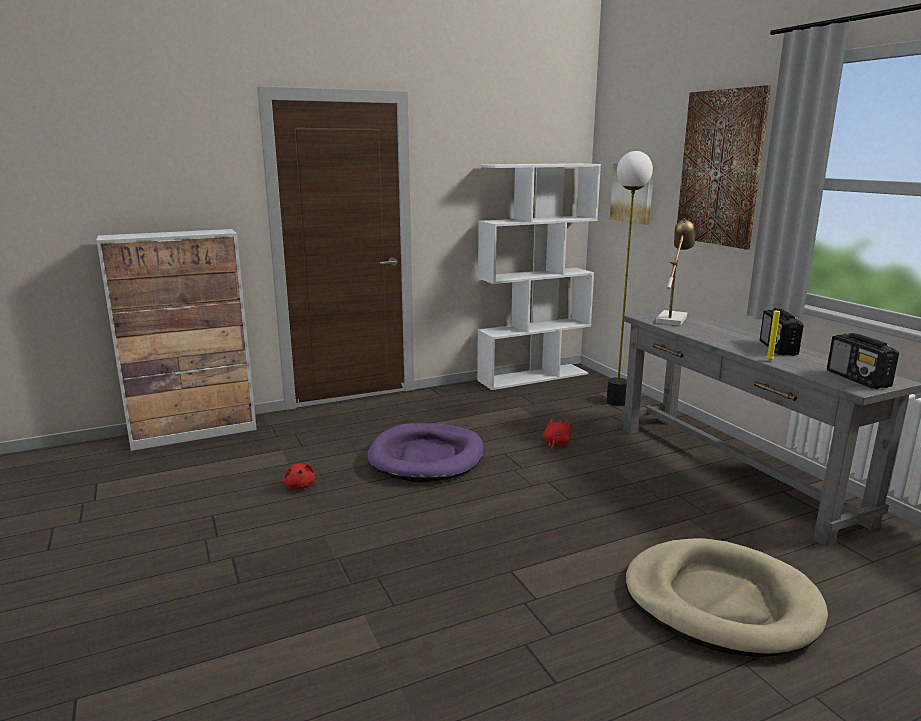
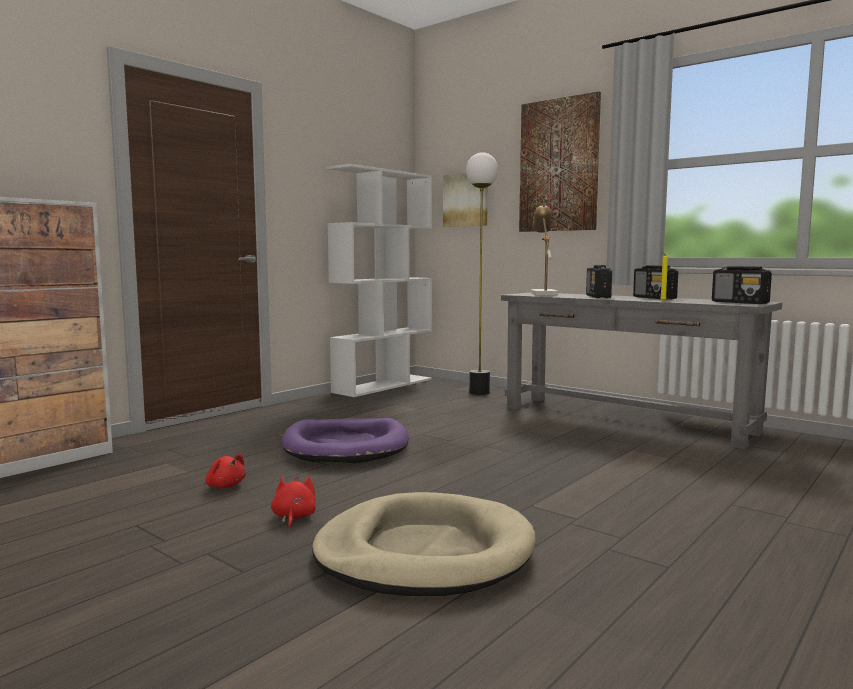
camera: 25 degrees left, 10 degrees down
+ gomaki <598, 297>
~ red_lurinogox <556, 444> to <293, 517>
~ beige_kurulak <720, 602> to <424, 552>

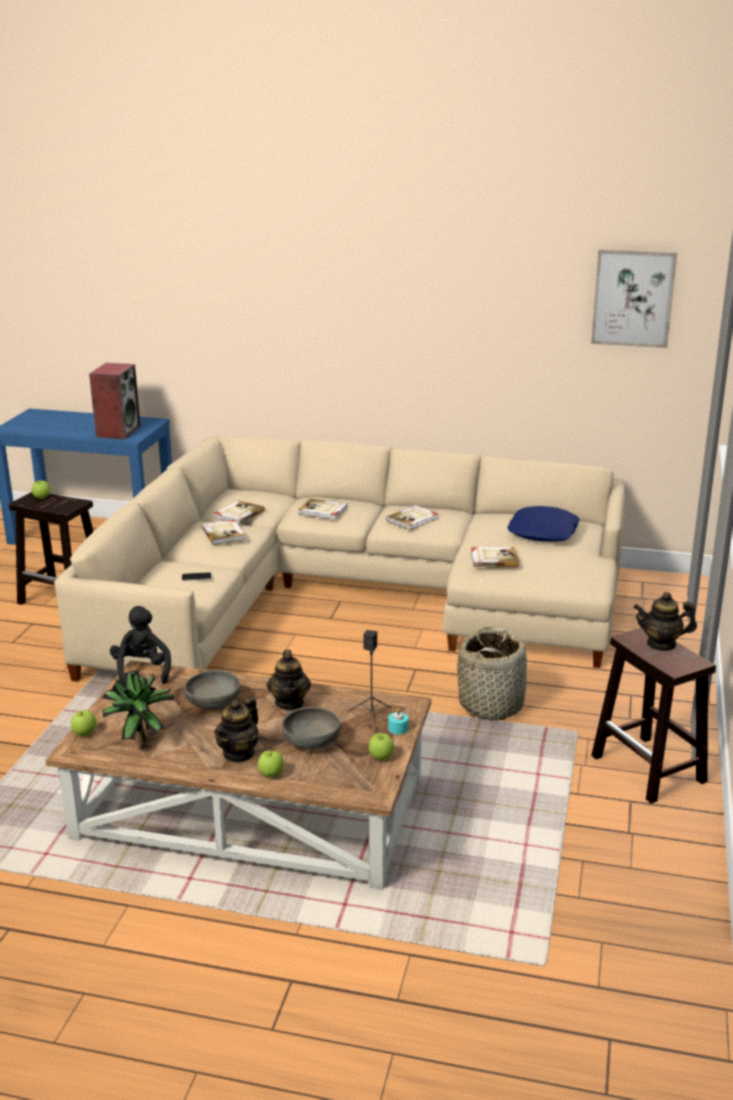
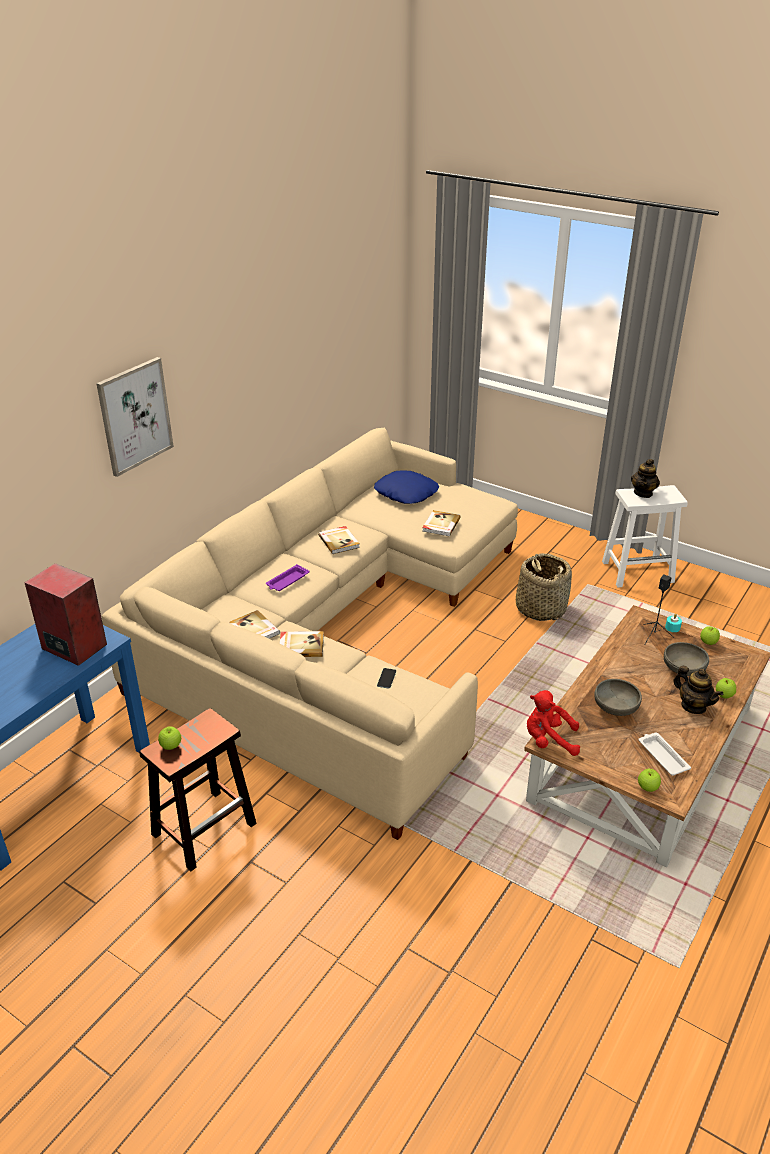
camera: 70 degrees left, 10 degrees up
- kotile <290, 703>
~ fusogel <633, 298> to <135, 416>
~ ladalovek <139, 738> to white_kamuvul <662, 756>
~ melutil <323, 511> to purple_kamuvul <287, 581>
~ black_lurinogox <142, 671> to red_lurinogox <549, 740>
~ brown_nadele <649, 769> to white_nadele <638, 571>

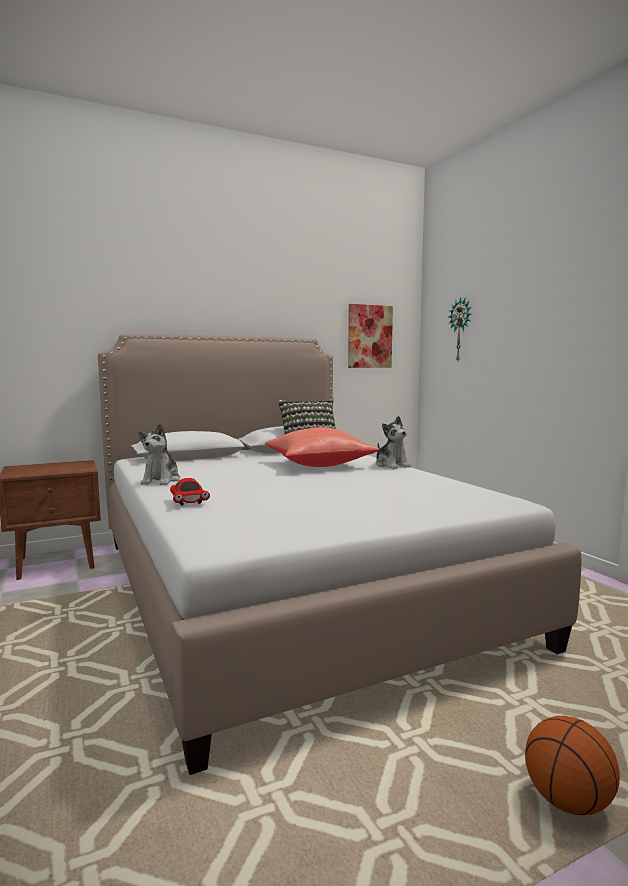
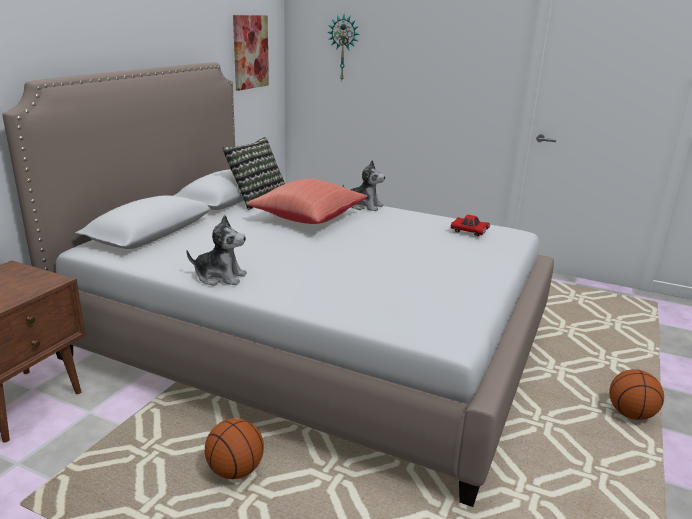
camera: 40 degrees left, 15 degrees up
+ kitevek <235, 471>
~ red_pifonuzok <188, 501> to <469, 232>
~ lurinogox <161, 480> = <220, 277> 45 degrees counterclockwise

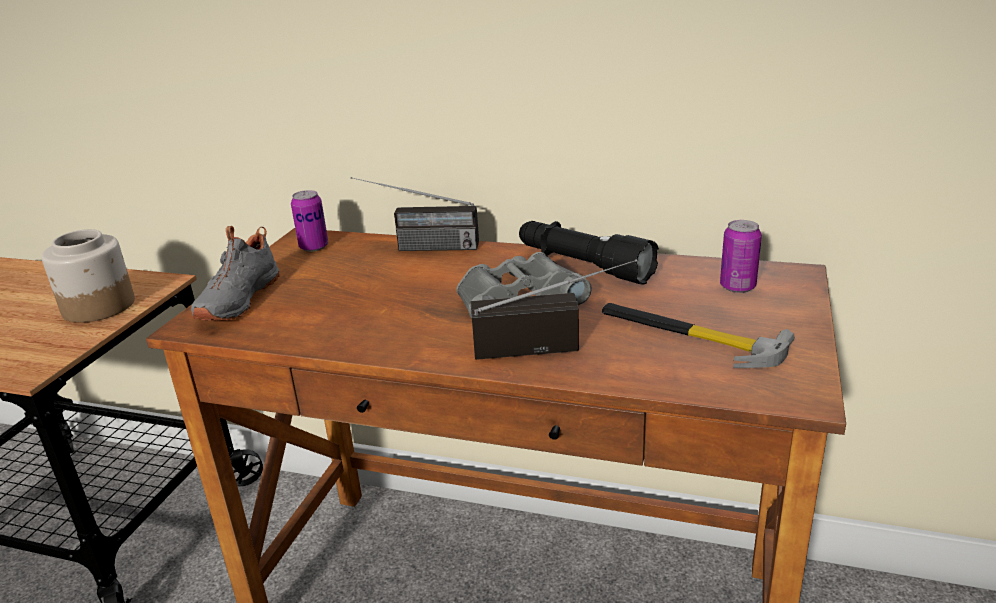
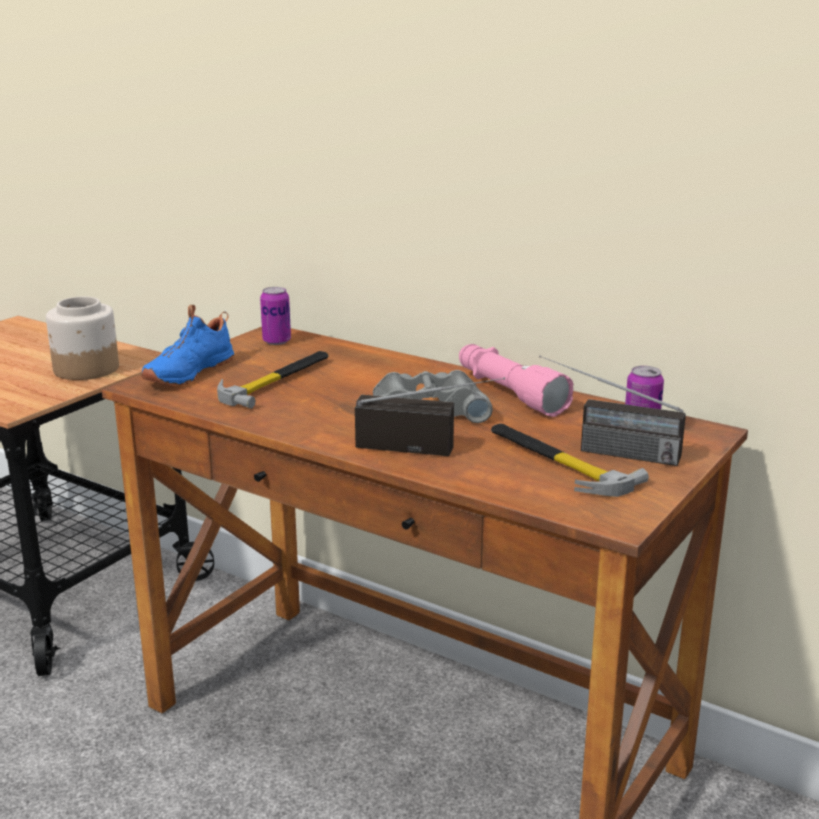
camera: 15 degrees right, 5 degrees down
+ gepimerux <276, 381>
~ gomaki <417, 247> to <603, 451>
~ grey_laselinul <237, 300> to blue_laselinul <187, 372>
~ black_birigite <582, 265> to pink_birigite <508, 393>

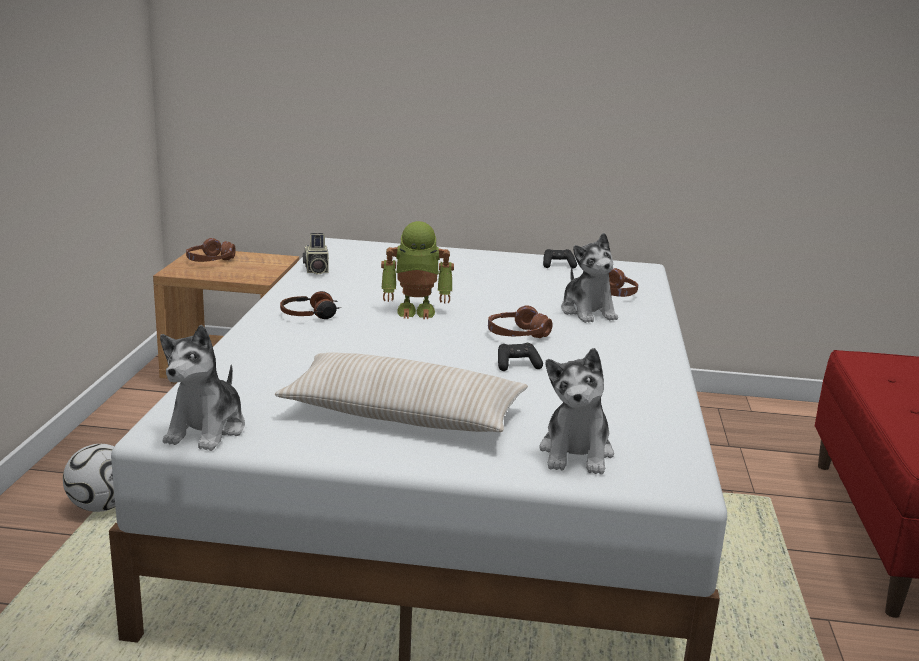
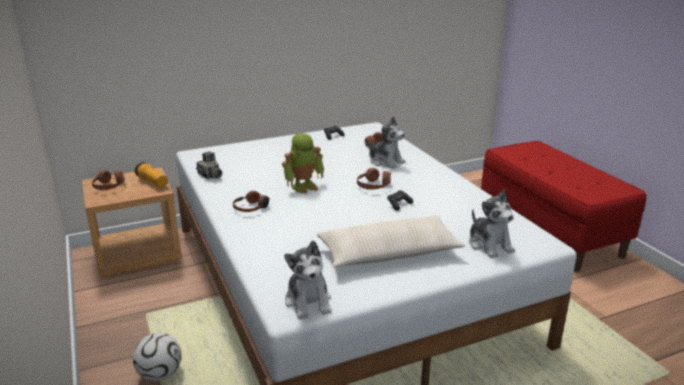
camera: 30 degrees left, 5 degrees up
+ birigite <152, 182>

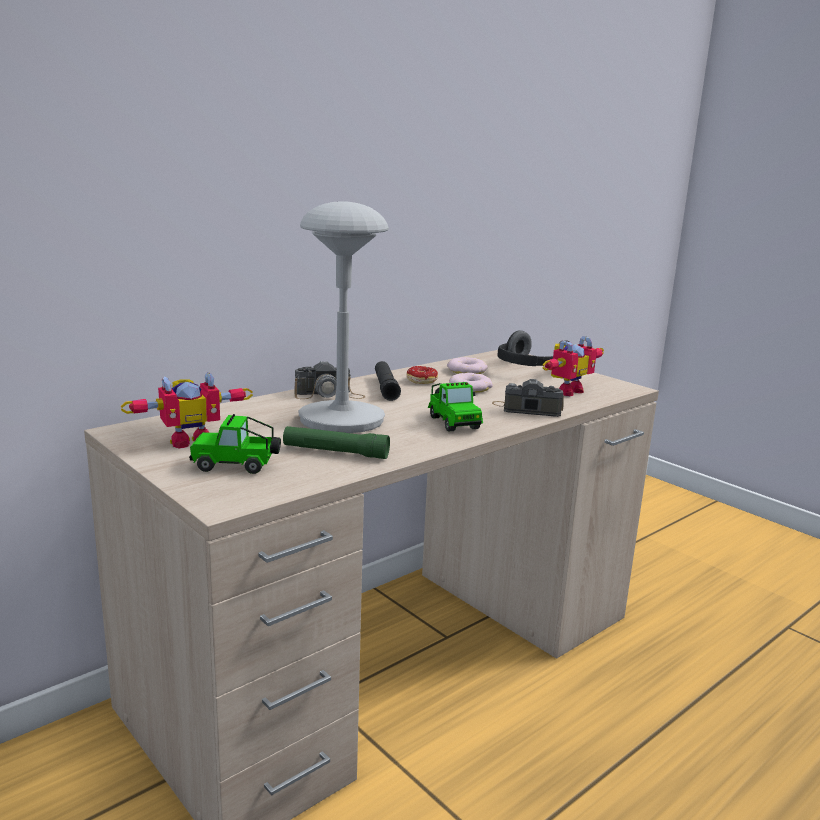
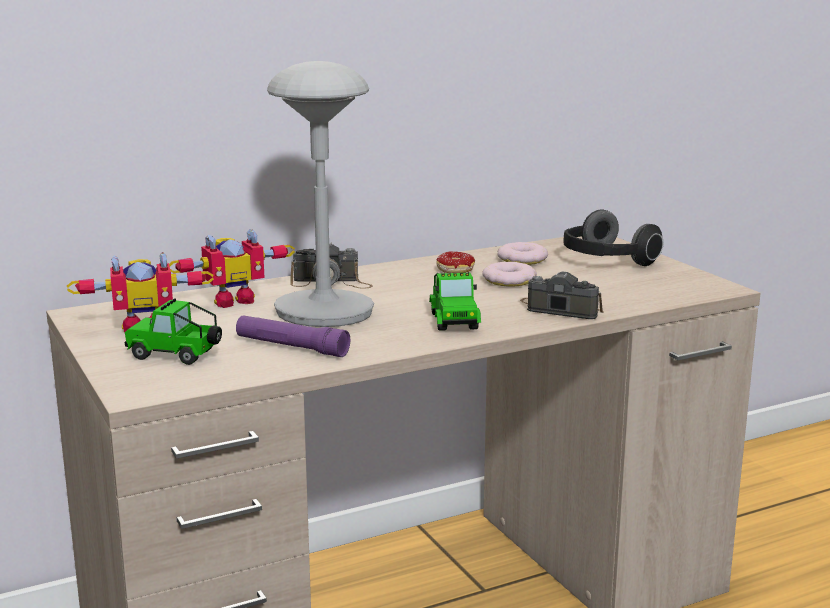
camera: 15 degrees right, 0 degrees up
- black_birigite <386, 388>
~ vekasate <565, 391> to <232, 300>
~ green_birigite <335, 452> to purple_birigite <291, 347>

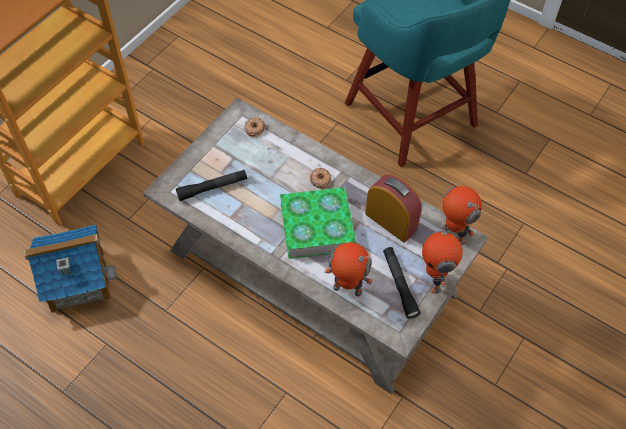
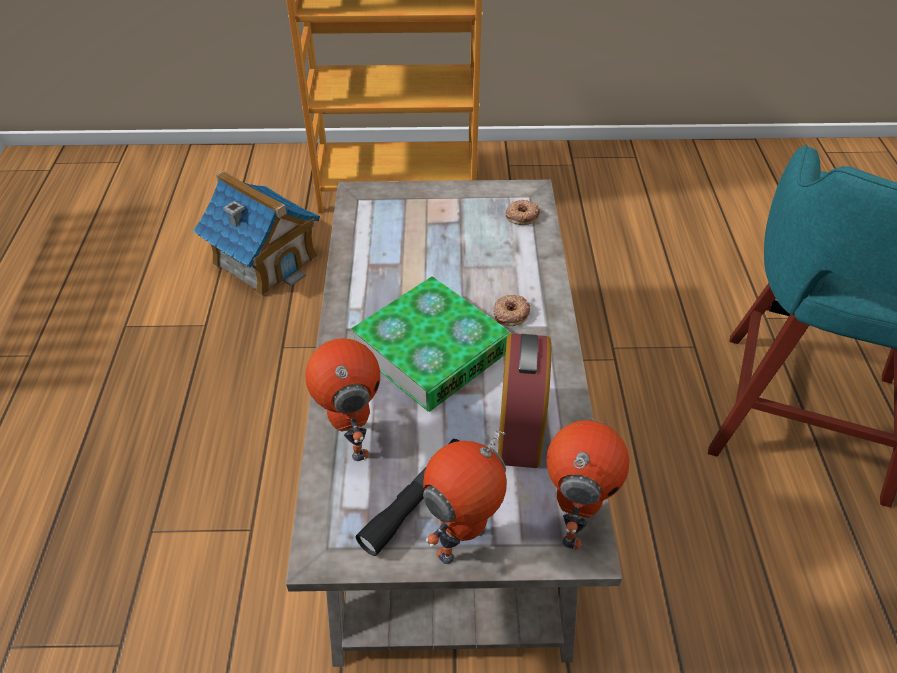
camera: 55 degrees right, 10 degrees down
- black_birigite <212, 188>

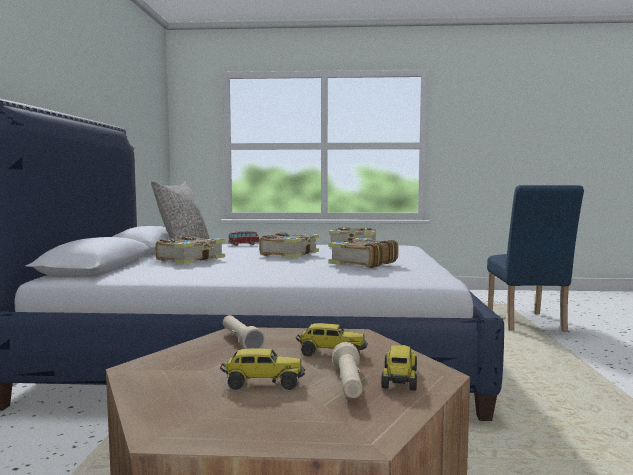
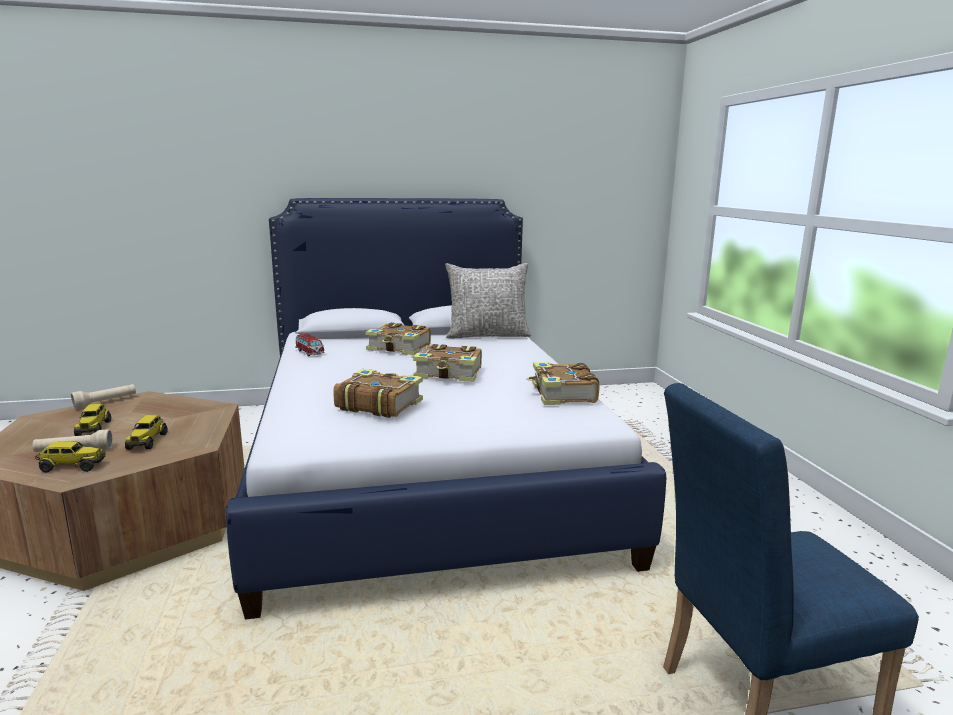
camera: 75 degrees right, 10 degrees up
~ beige_birigite <240, 341> to <105, 402>
~ pifonuzok <243, 244> to <309, 352>

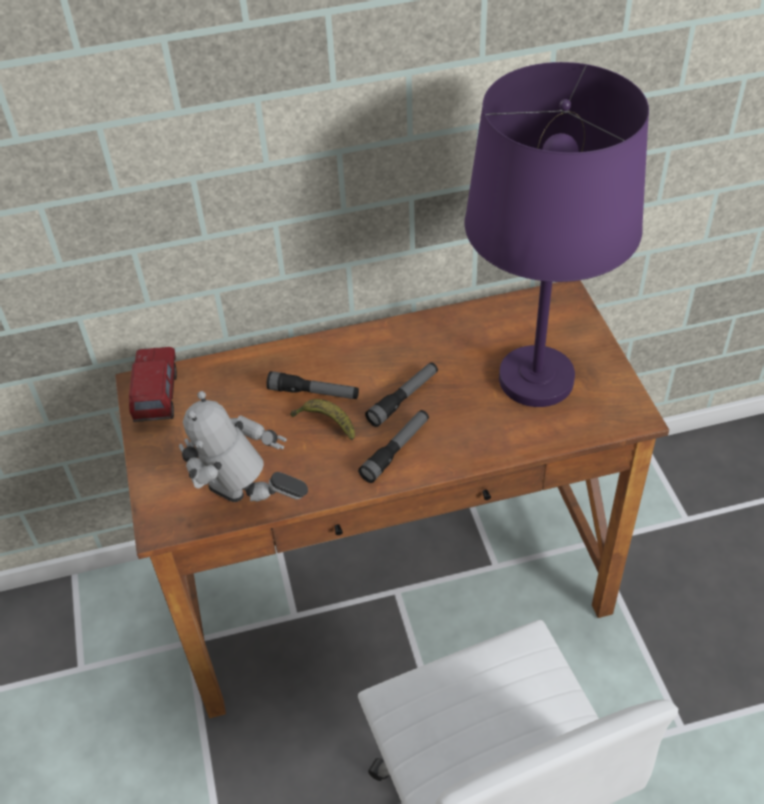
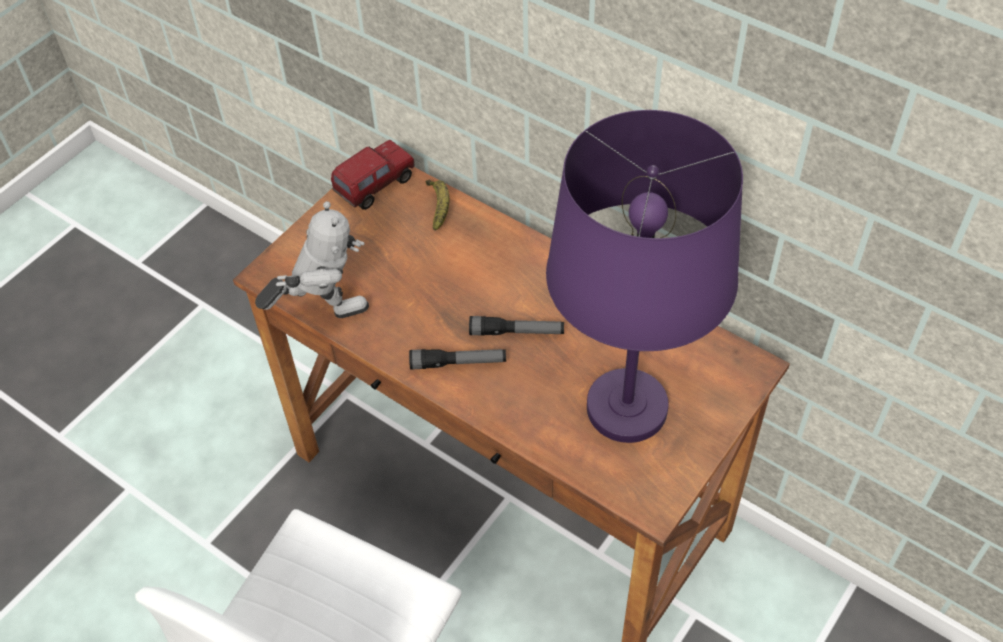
camera: 50 degrees right, 5 degrees up
- birigite <313, 393>
~ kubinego <326, 423> to <438, 207>
~ vekasate <248, 507> = <323, 311> 90 degrees clockwise

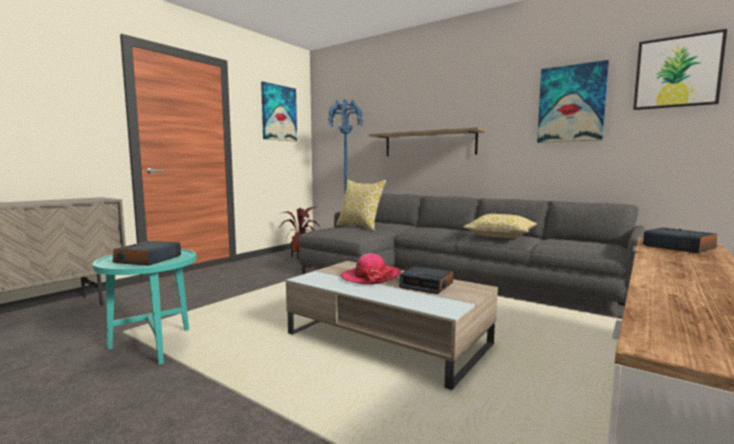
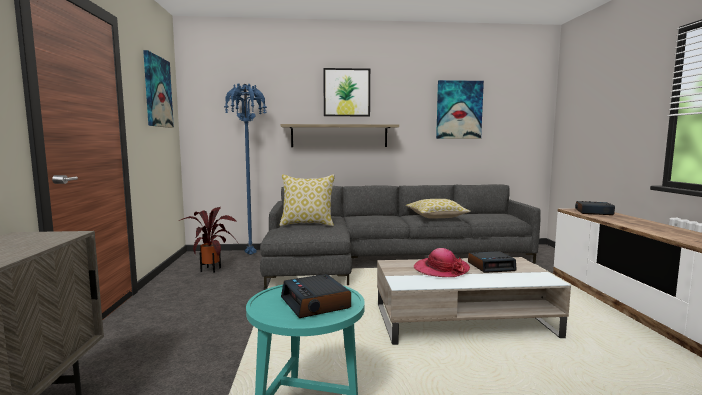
camera: 40 degrees left, 0 degrees up
~ fusogel <677, 72> to <346, 92>

